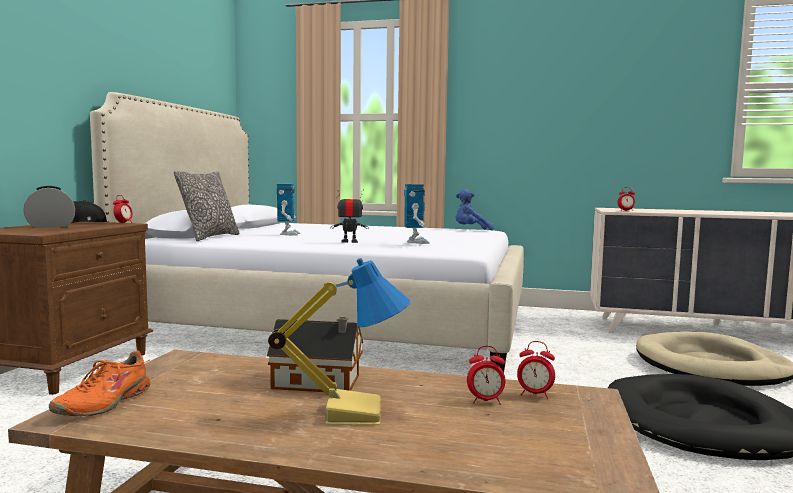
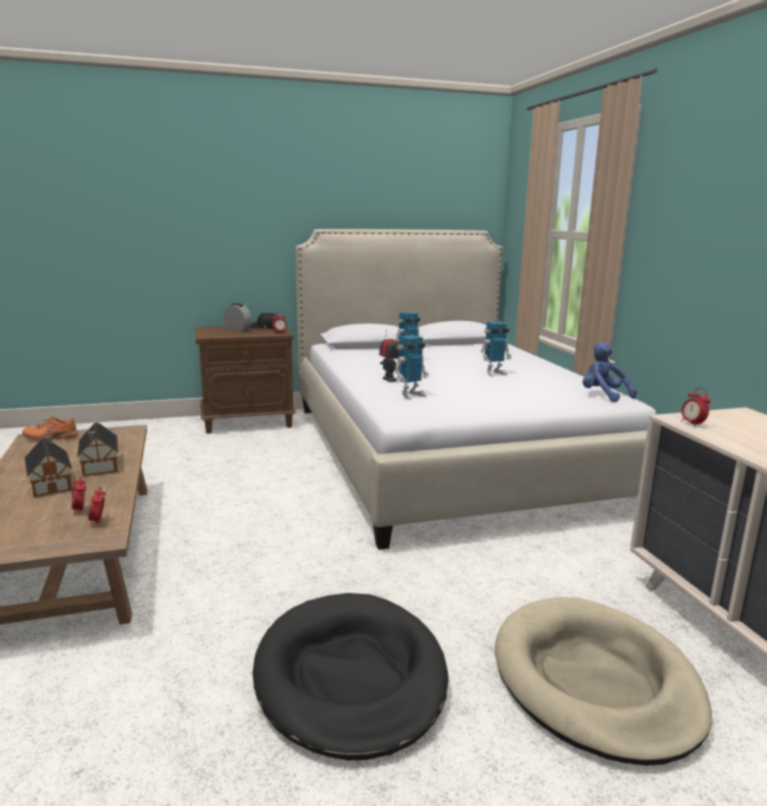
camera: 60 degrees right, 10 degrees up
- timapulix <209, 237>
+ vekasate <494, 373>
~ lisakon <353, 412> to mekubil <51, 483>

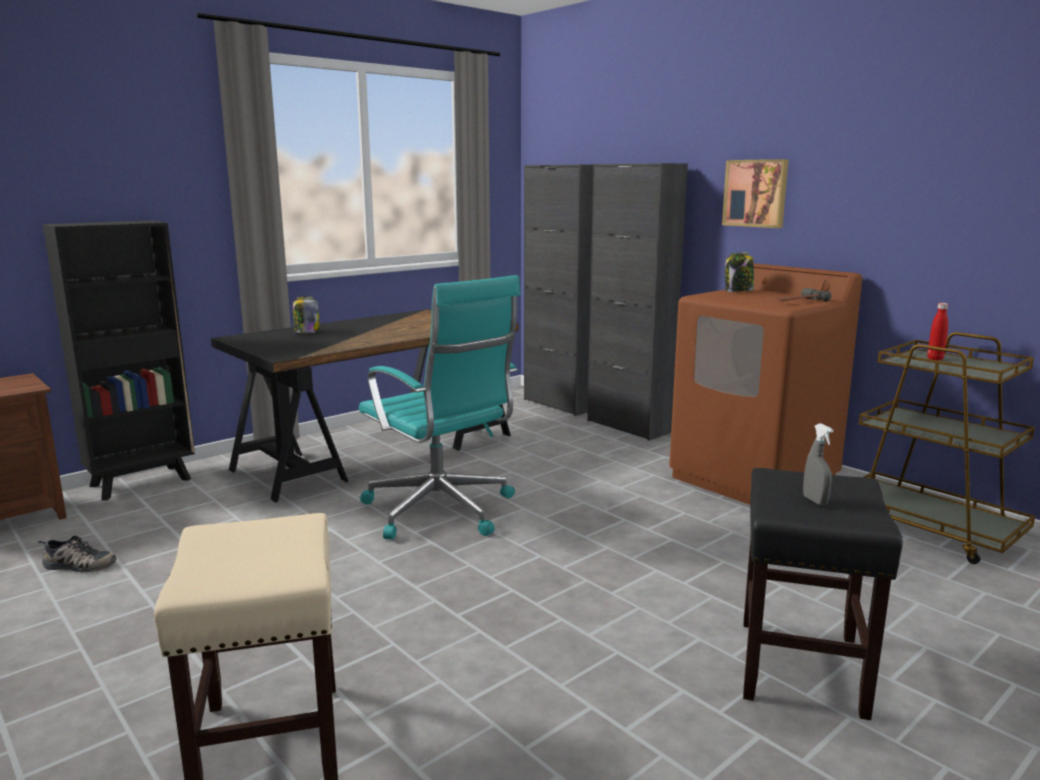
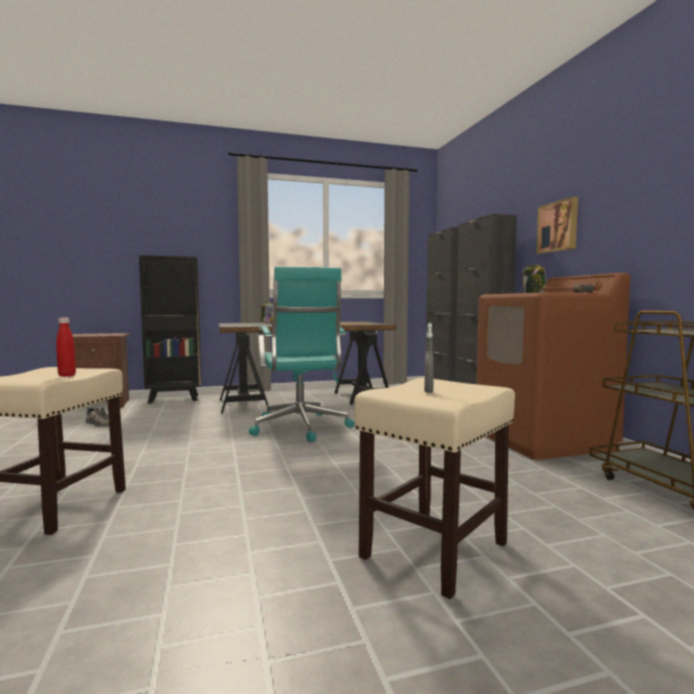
camera: 25 degrees right, 10 degrees down
~ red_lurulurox <935, 359> to <67, 375>
~ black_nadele <801, 668> to beige_nadele <434, 551>

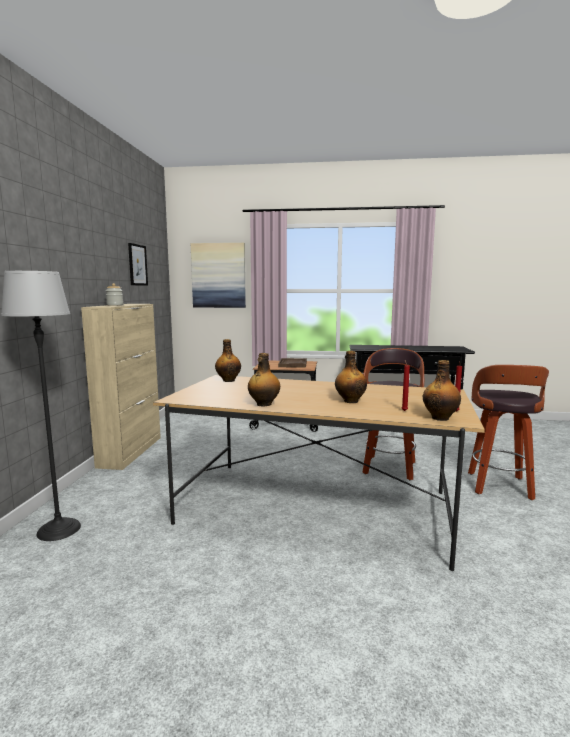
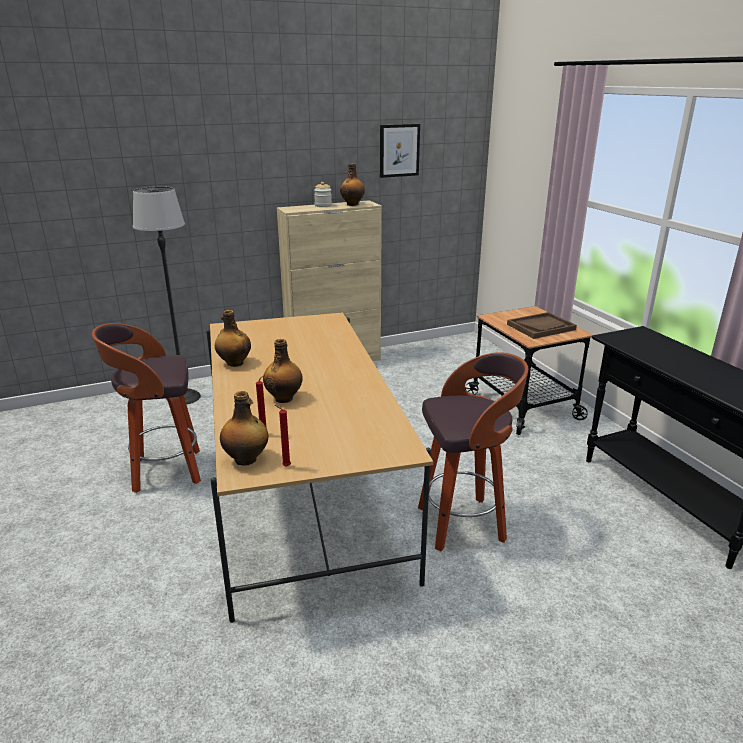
camera: 60 degrees right, 15 degrees up
- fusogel <218, 275>
~ lurulurox <228, 380> to <352, 204>
~ nadele <500, 487> to <165, 471>

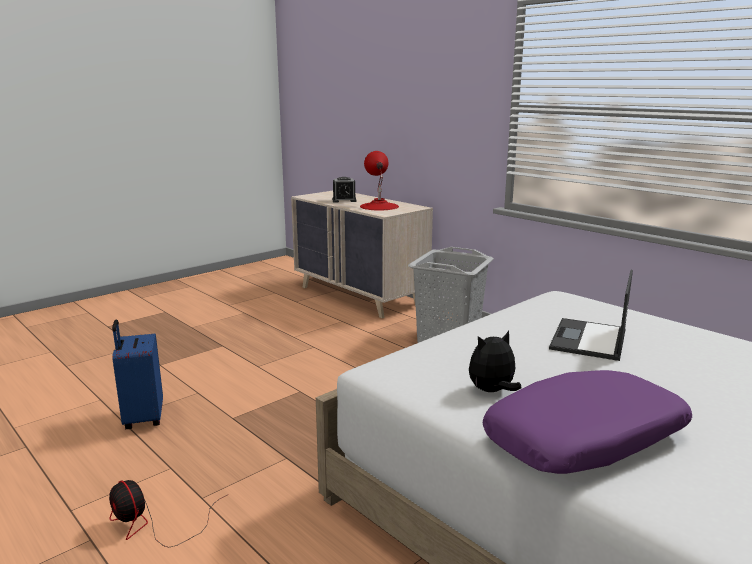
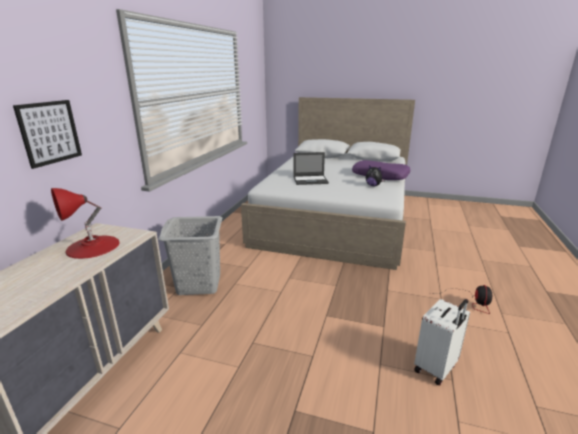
camera: 120 degrees left, 5 degrees up
- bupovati <344, 200>
+ fusogel <50, 132>
~ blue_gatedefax <142, 418> to white_gatedefax <436, 368>

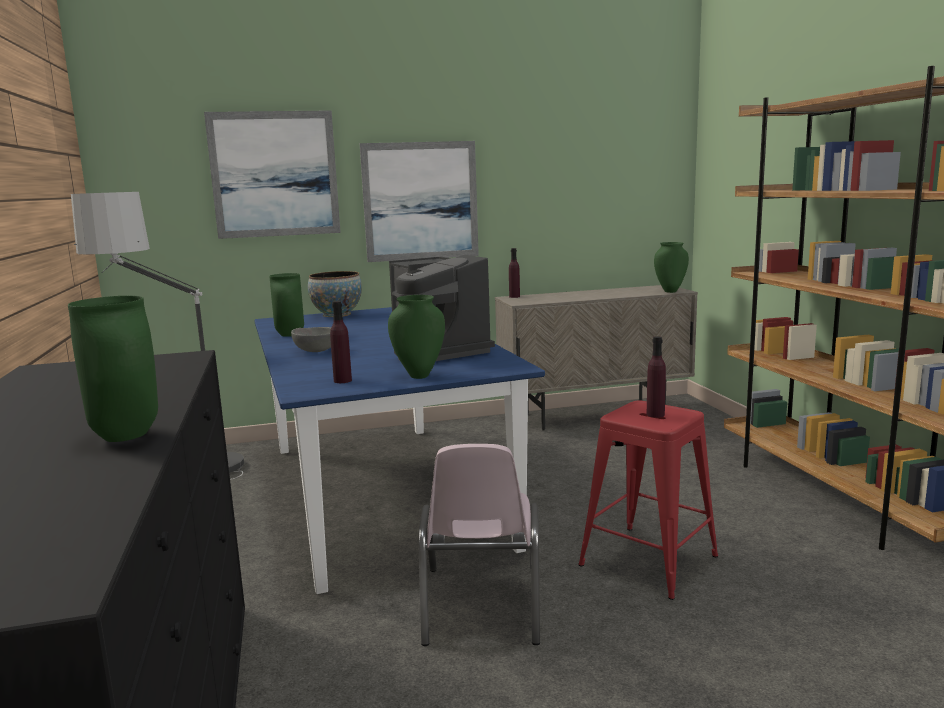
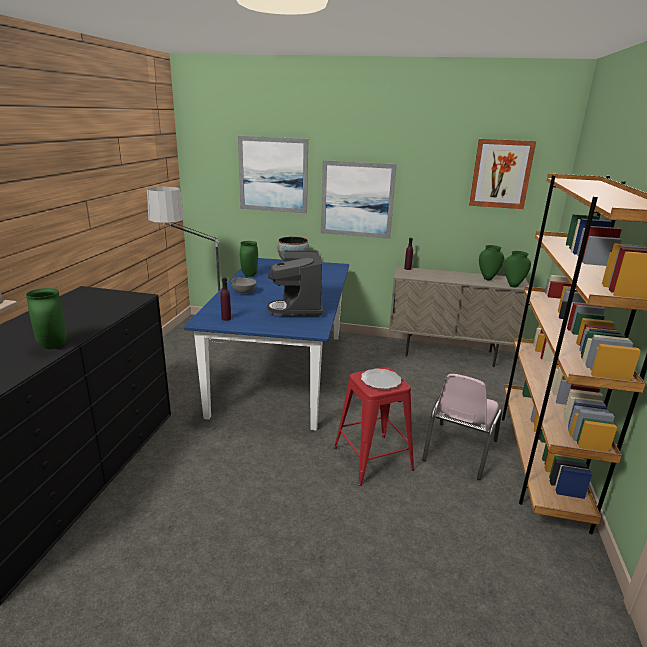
camera: 25 degrees right, 10 degrees up
+ fusogel <501, 174>
~ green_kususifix <419, 375> to <487, 279>
~ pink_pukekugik <481, 605> to <459, 450>
~ purple_lurulurox <655, 414> to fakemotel <381, 381>

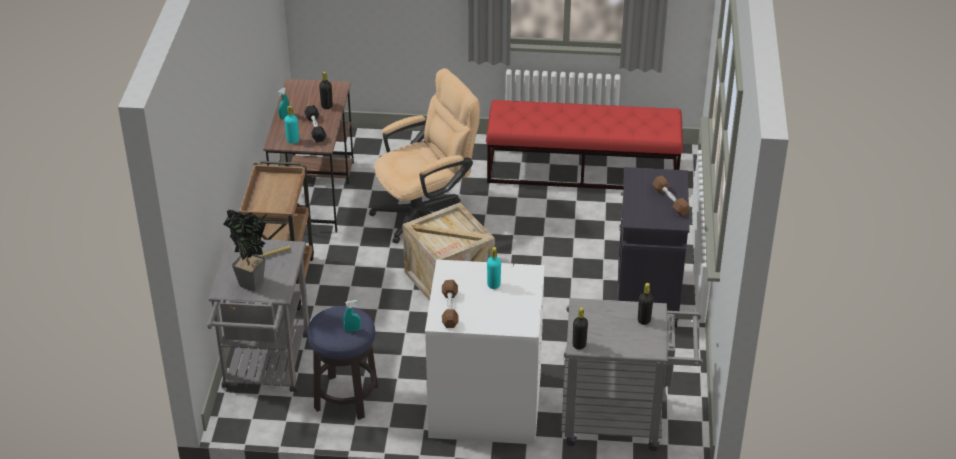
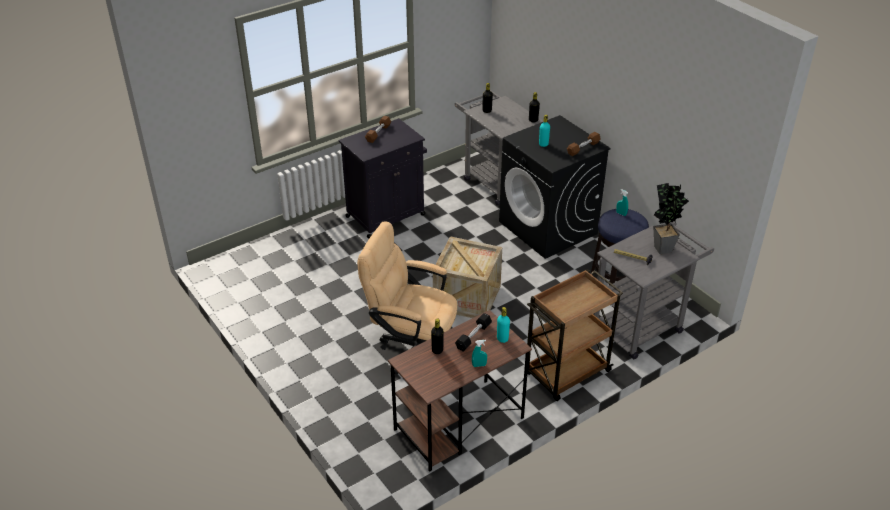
camera: 130 degrees left, 0 degrees up
- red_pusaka <583, 170>
~ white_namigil <484, 405> to black_namigil <548, 228>

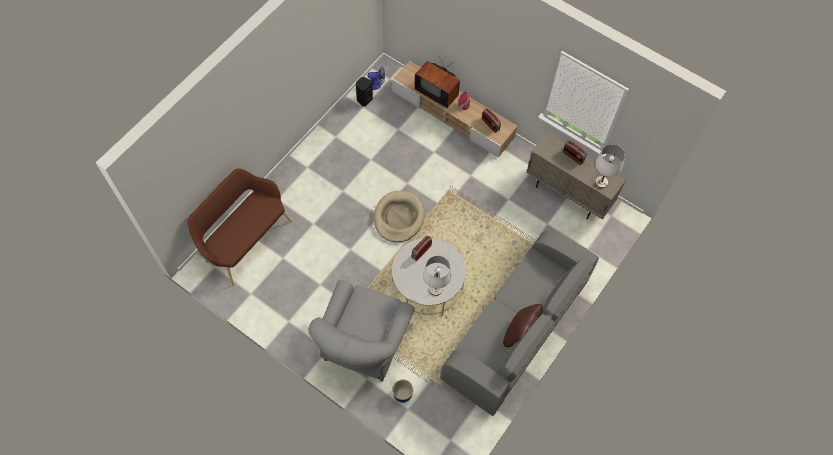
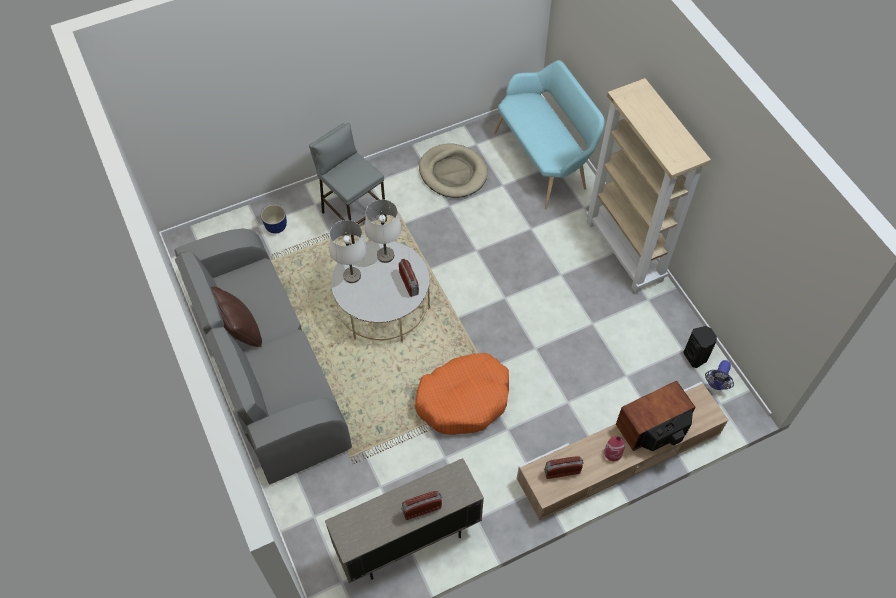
camera: 120 degrees right, 5 degrees down
+ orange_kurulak <464, 399>
+ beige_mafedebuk <625, 251>
~ beige_kurulak <398, 217> to <453, 173>
~ white_lisakon <601, 182> to <385, 255>
~ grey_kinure <364, 344> to grey_nadele <353, 216>
~ brown_pusaka <245, 240> to turquoise_pusaka <544, 160>

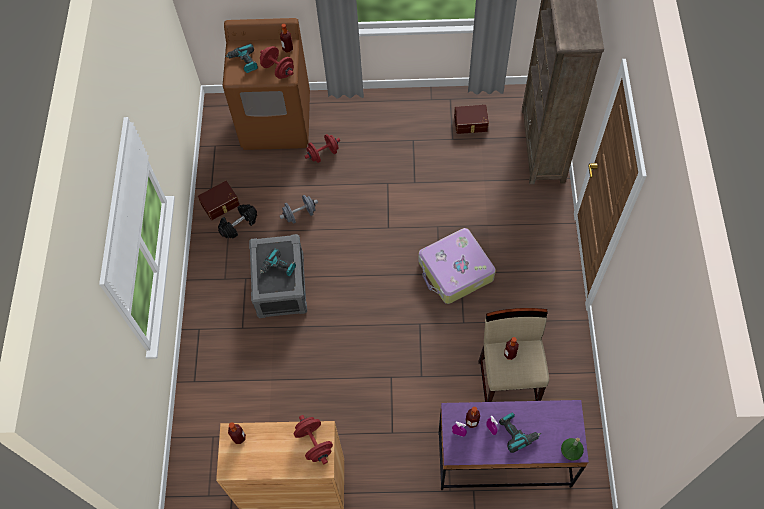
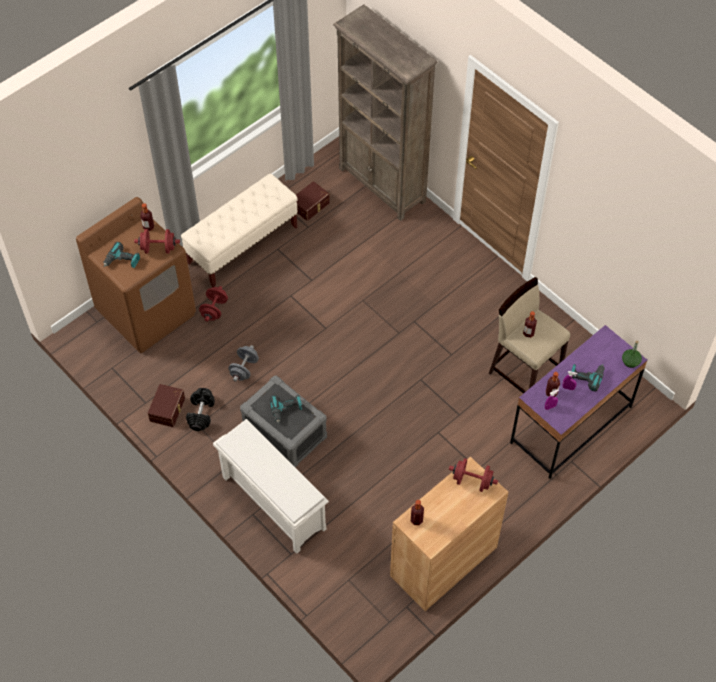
camera: 45 degrees left, 5 degrees down
- gatedefax <455, 271>
+ beige_pusaka <243, 245>
+ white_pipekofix <272, 502>

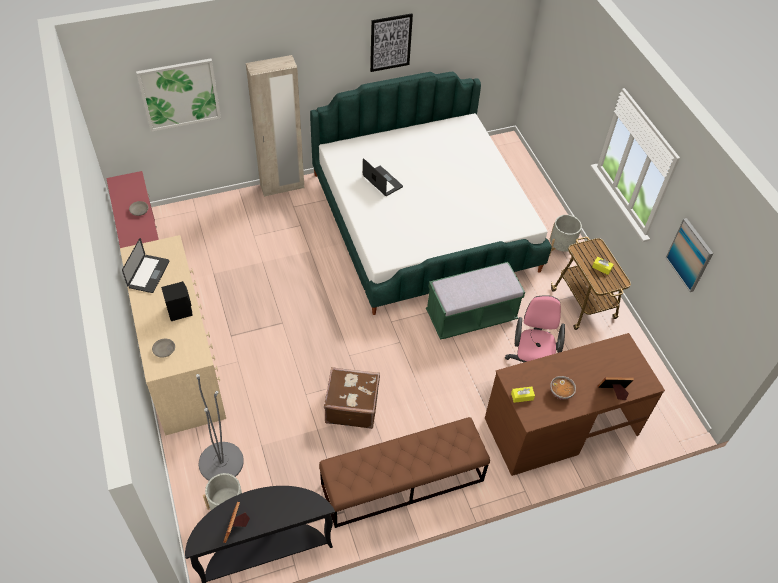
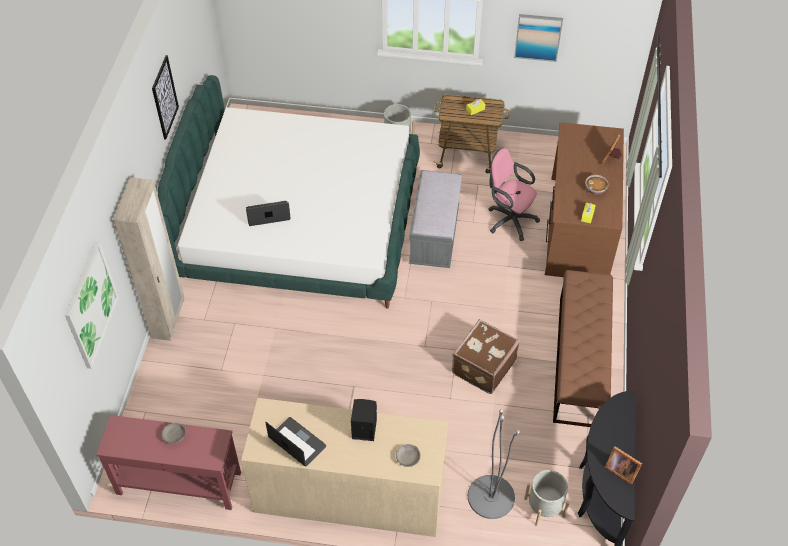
camera: 60 degrees left, 0 degrees up
~ green_pusaka <471, 316> to grey_pusaka <434, 236>

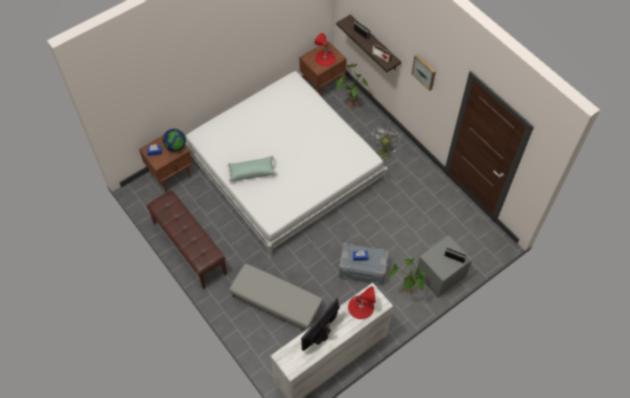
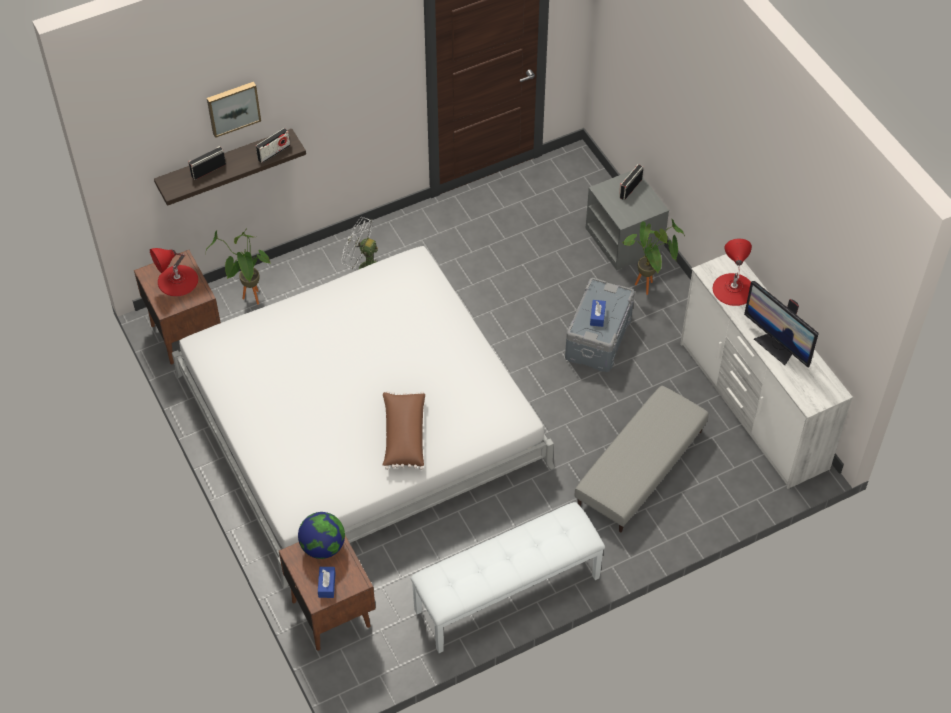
camera: 80 degrees left, 5 degrees down
~ fusogel <424, 71> to <233, 107>
~ brown_pusaka <189, 248> to white_pusaka <507, 595>
~ green_timapulix <252, 172> to brown_timapulix <403, 436>

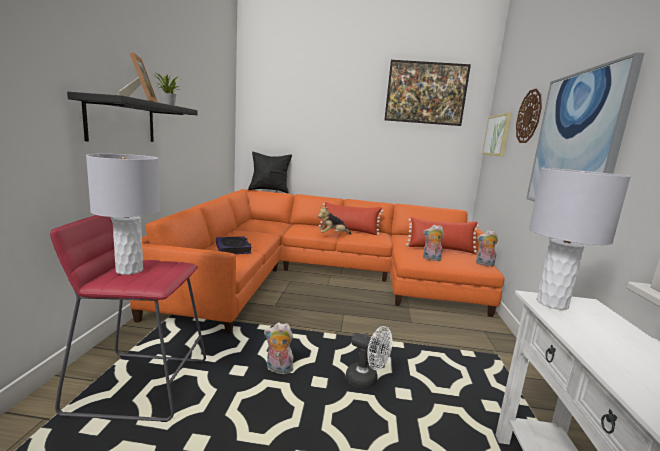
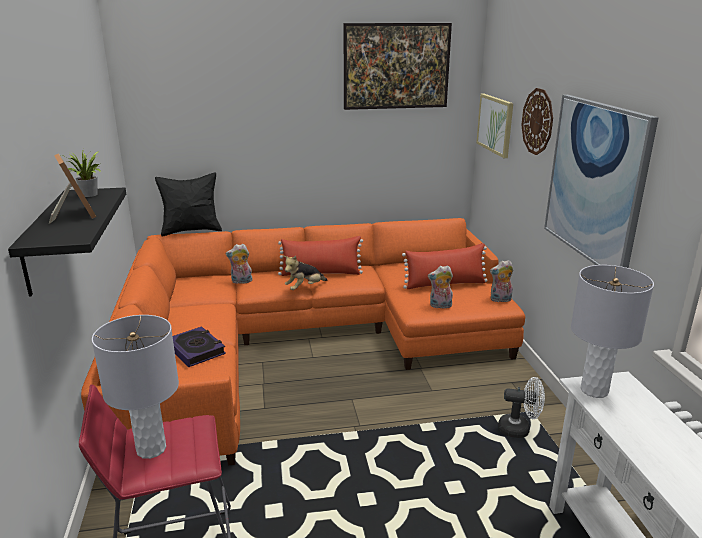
camera: 15 degrees left, 10 degrees up
~ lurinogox <278, 370> to <241, 281>
~ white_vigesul <366, 380> to <519, 429>

